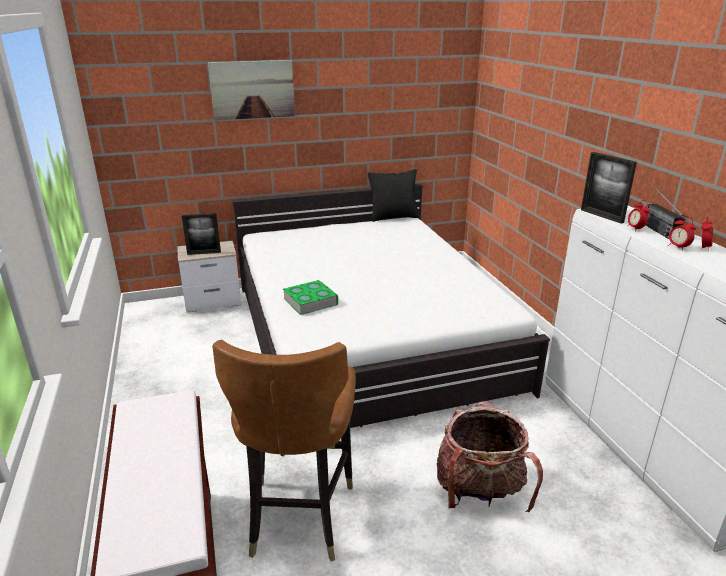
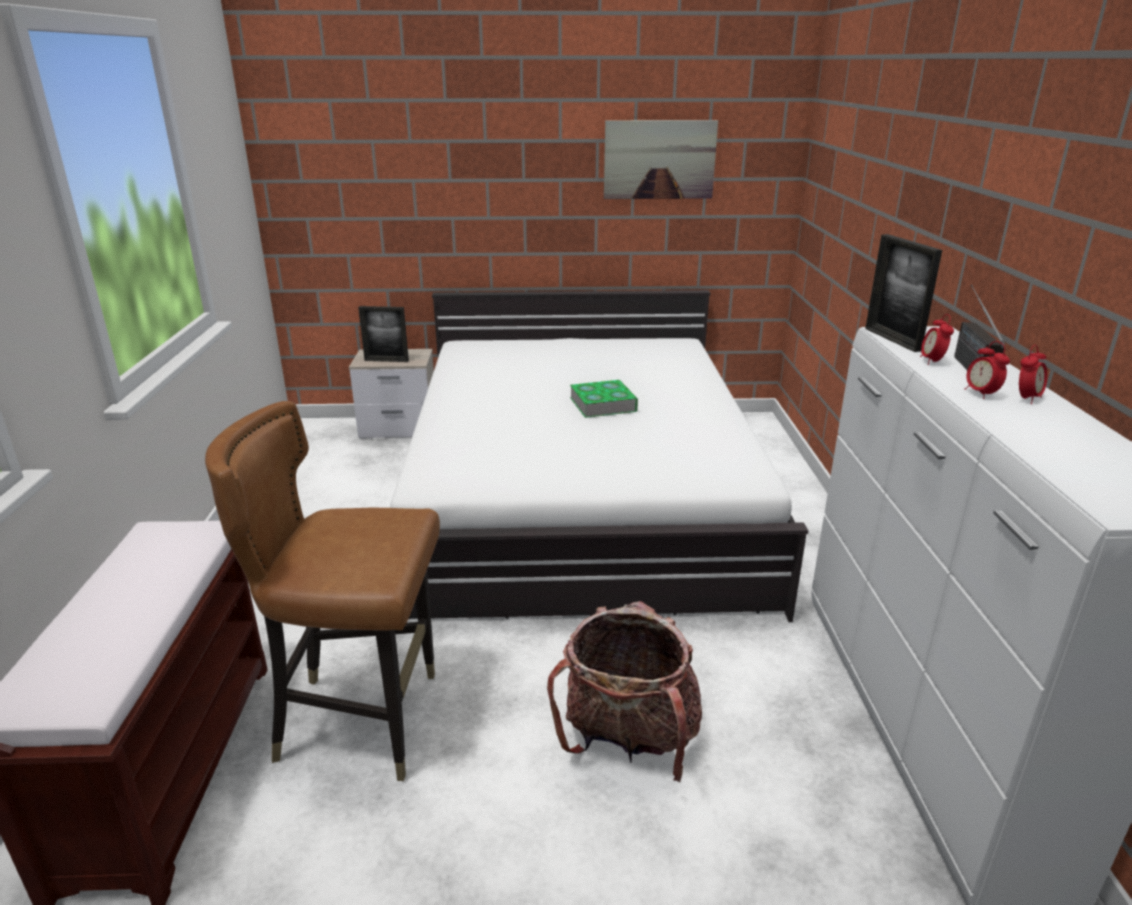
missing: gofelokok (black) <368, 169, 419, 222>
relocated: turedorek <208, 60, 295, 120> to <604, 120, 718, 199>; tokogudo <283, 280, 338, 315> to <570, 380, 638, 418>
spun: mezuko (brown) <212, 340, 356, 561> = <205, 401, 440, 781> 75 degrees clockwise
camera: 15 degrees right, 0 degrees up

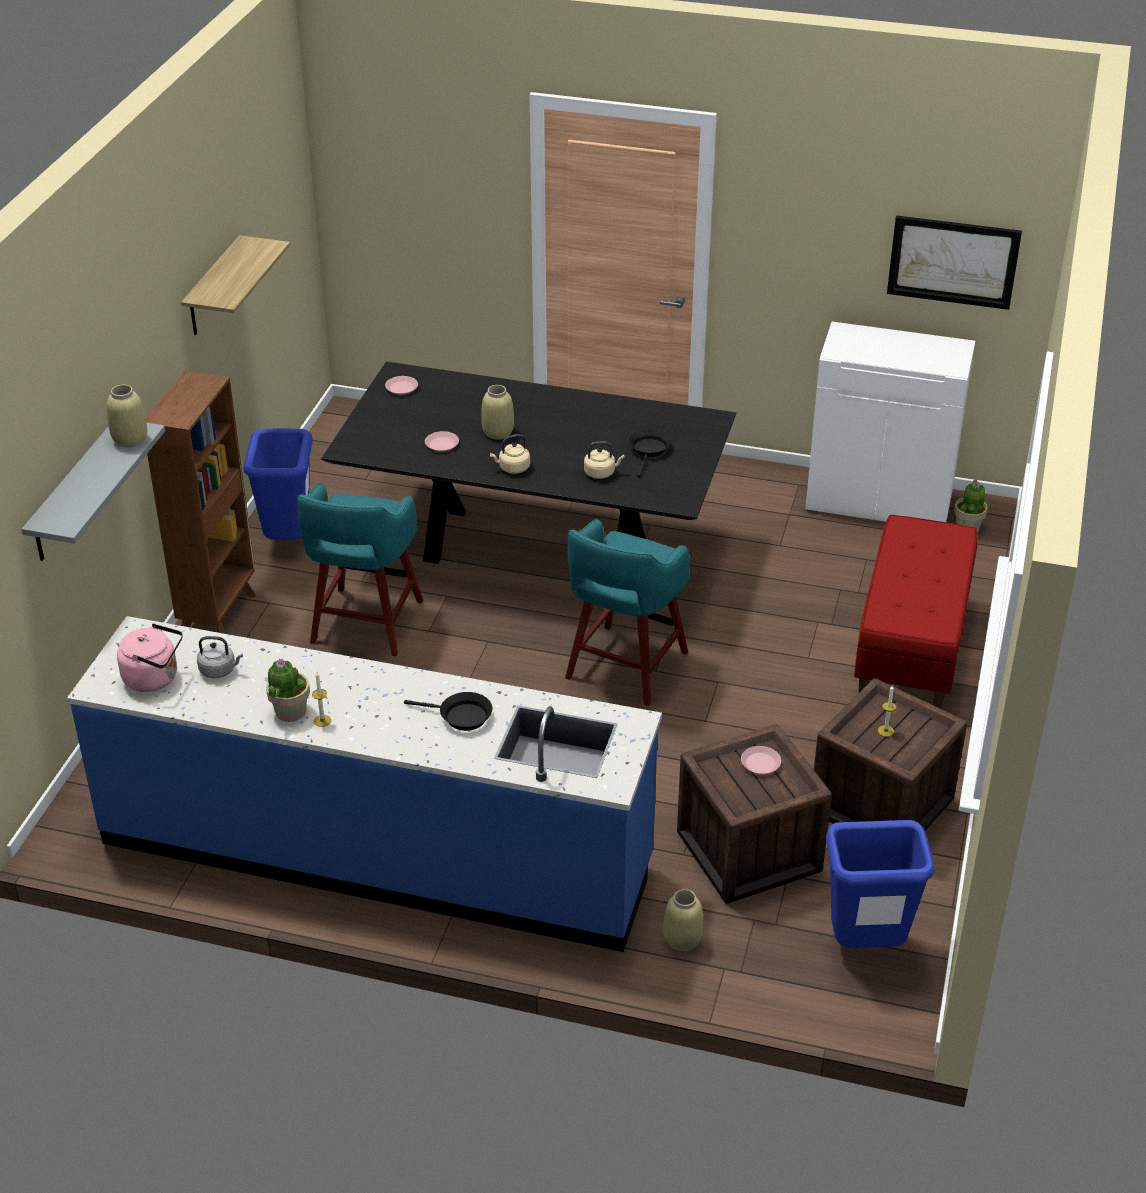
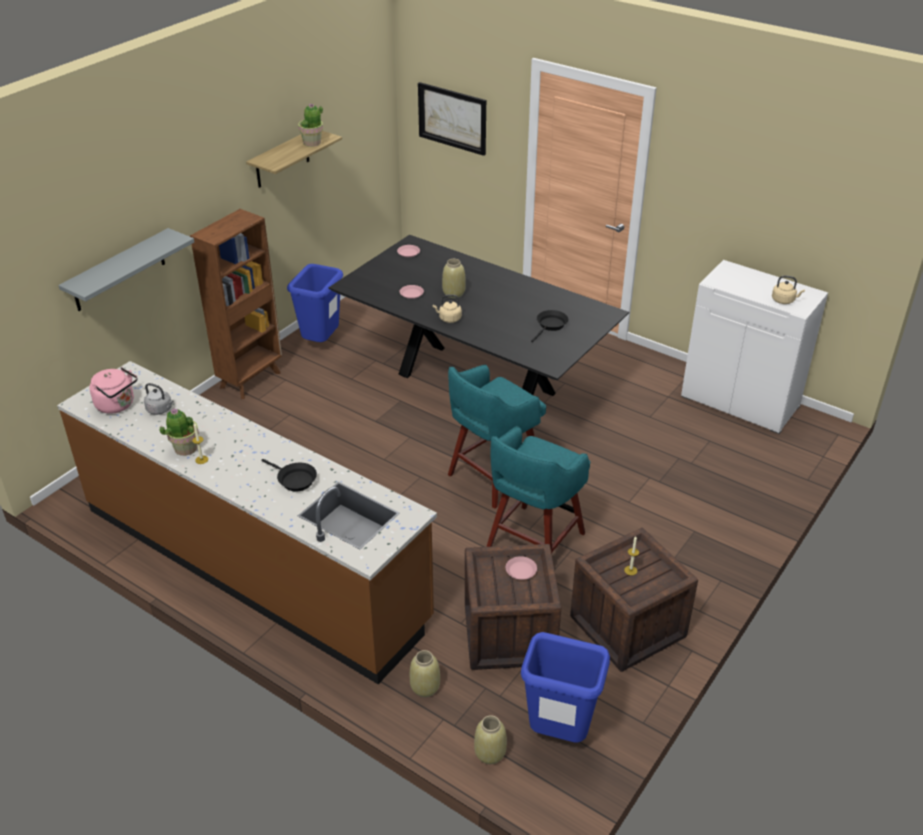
missing: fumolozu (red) <854, 515, 978, 709>
relocated: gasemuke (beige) <107, 385, 147, 447> to <474, 715, 507, 764>; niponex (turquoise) <297, 483, 423, 656> to <486, 426, 590, 553>; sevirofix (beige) <584, 441, 625, 479> to <772, 276, 805, 304>; turedorek <887, 215, 1022, 310> to <418, 82, 486, 156>; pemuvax <954, 479, 988, 532> to <298, 103, 323, 147>
colour: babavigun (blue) <67, 616, 662, 952> to babavigun (brown) <57, 361, 437, 684>
camera: 20 degrees right, 0 degrees up

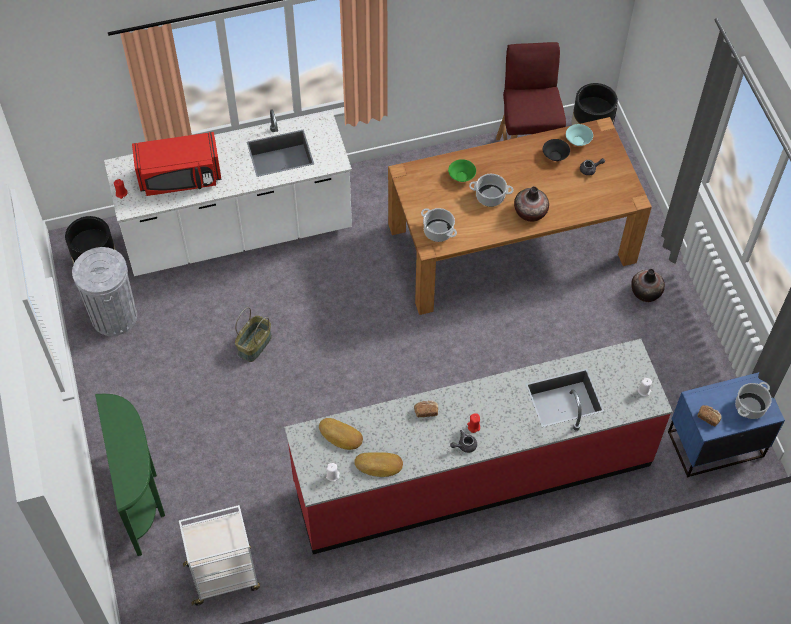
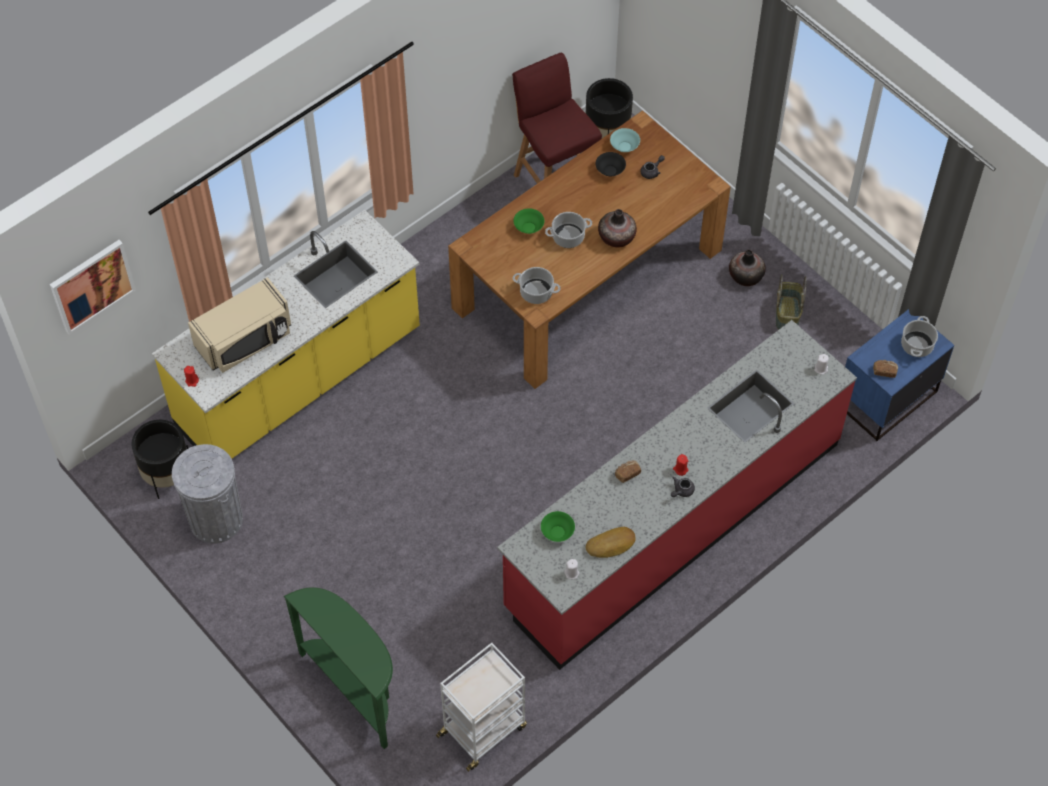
appeared: turedorek <50, 240, 136, 335>
relocated: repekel <235, 307, 272, 362> to <776, 274, 807, 330>
exchanged: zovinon <319, 418, 363, 450> to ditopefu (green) <541, 511, 575, 542>
colour: babavigun (white) <104, 109, 352, 276> to babavigun (yellow) <152, 210, 420, 459>; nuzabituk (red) <132, 132, 221, 196> to nuzabituk (beige) <188, 277, 291, 373>
camera: 25 degrees left, 0 degrees up

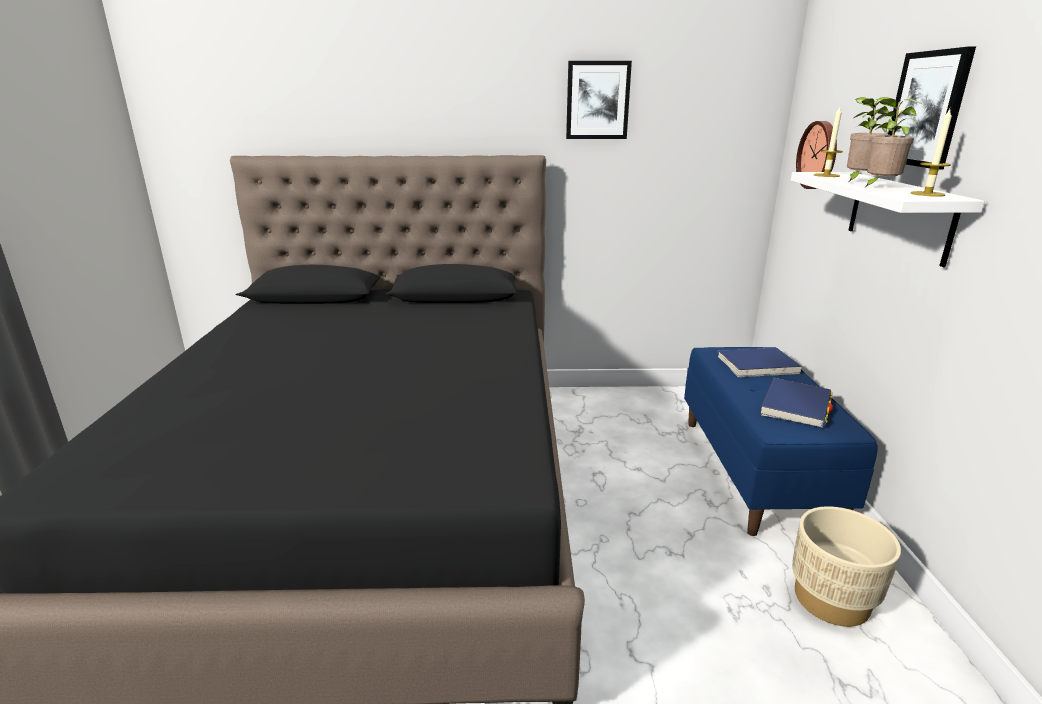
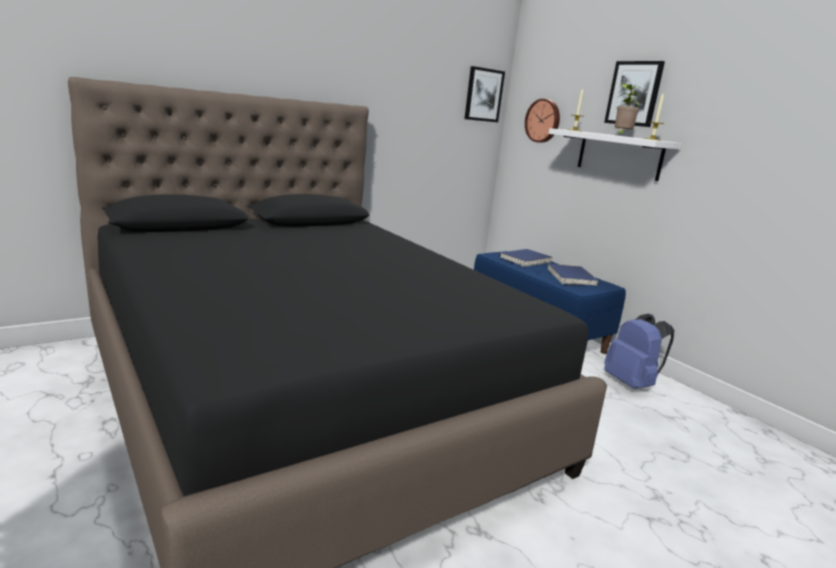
missing: pemuvax <847, 97, 892, 181>
relocated: turedorek <566, 61, 632, 139> to <464, 66, 505, 122>
exchanged: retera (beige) <792, 506, 901, 627> to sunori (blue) <604, 313, 674, 389>
camera: 35 degrees left, 5 degrees down

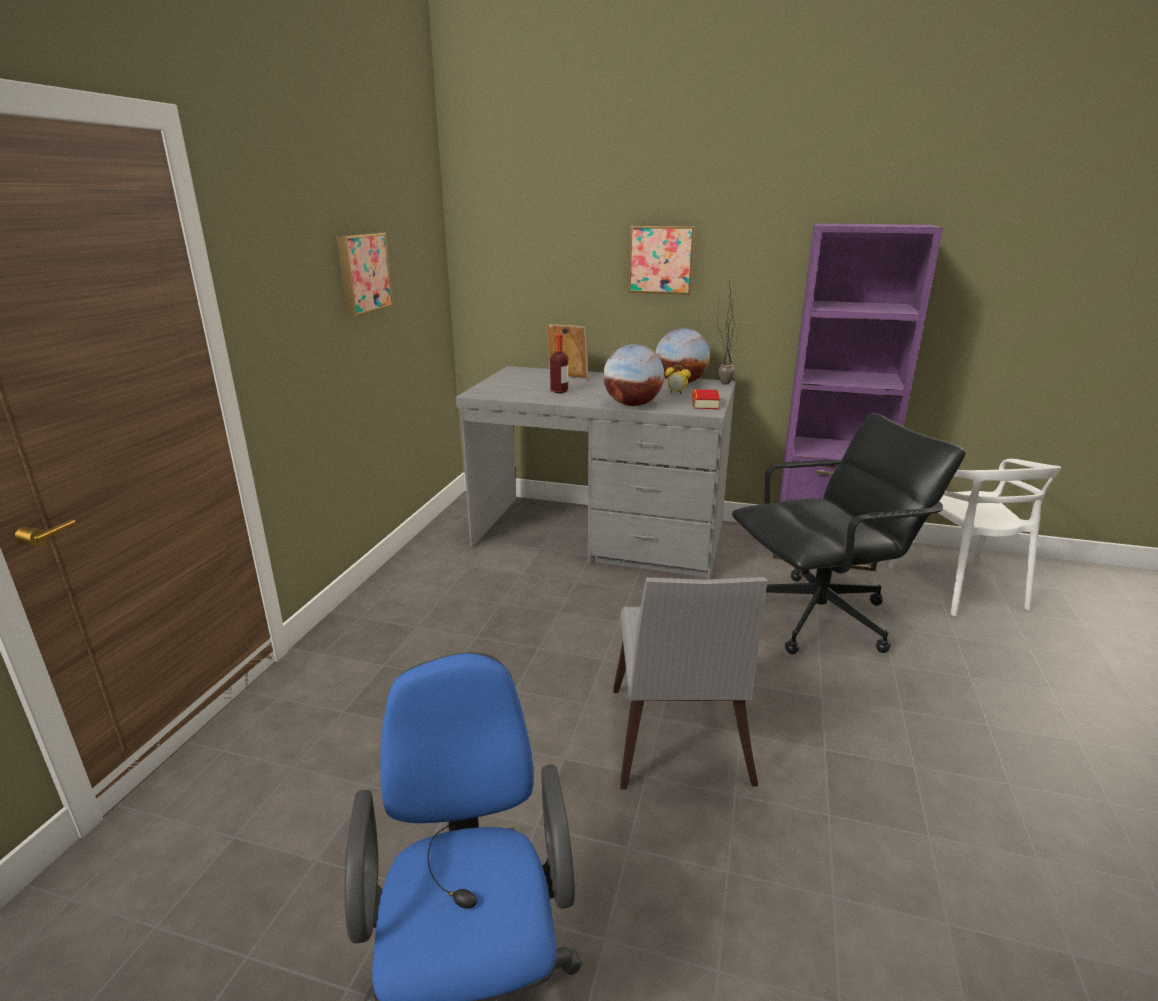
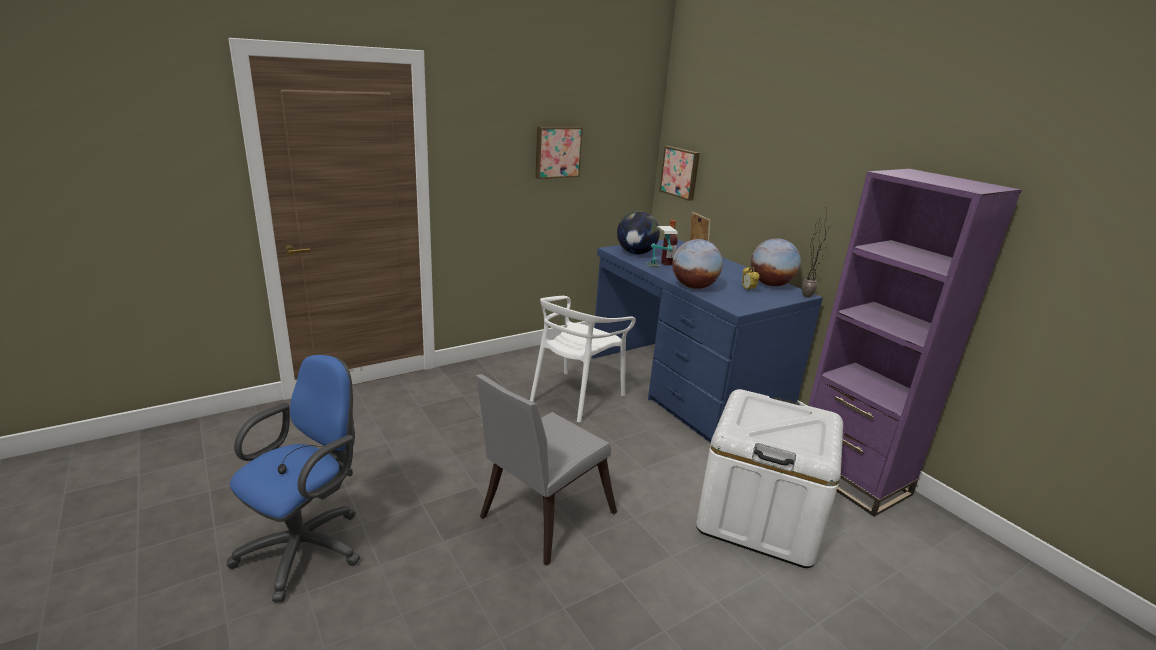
missing: tokogudo <692, 389, 720, 409>
appeared: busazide <617, 211, 660, 254>; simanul <647, 226, 678, 267>
relocated: turedorek <628, 225, 696, 295> to <659, 146, 700, 201>; mezuko (white) <888, 459, 1061, 616> to <530, 296, 636, 423>
exchanged: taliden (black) <732, 413, 966, 654> to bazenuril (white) <696, 389, 843, 568>
colour: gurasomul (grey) <456, 366, 735, 580> to gurasomul (blue) <592, 239, 823, 443>
camera: 40 degrees right, 0 degrees up

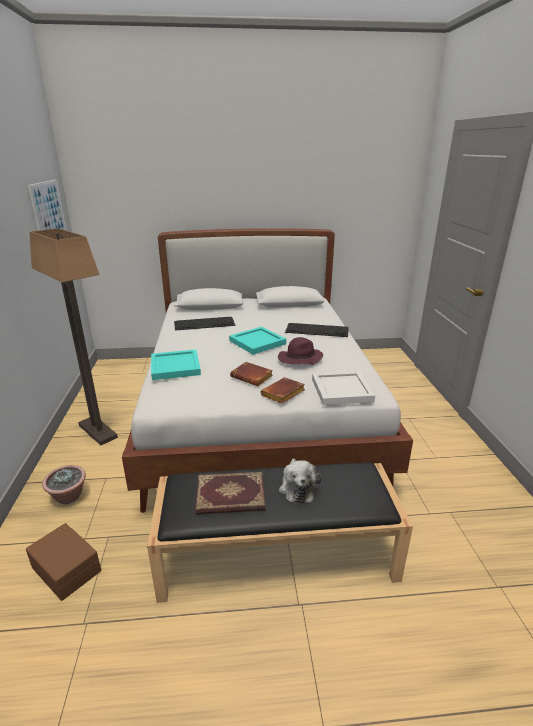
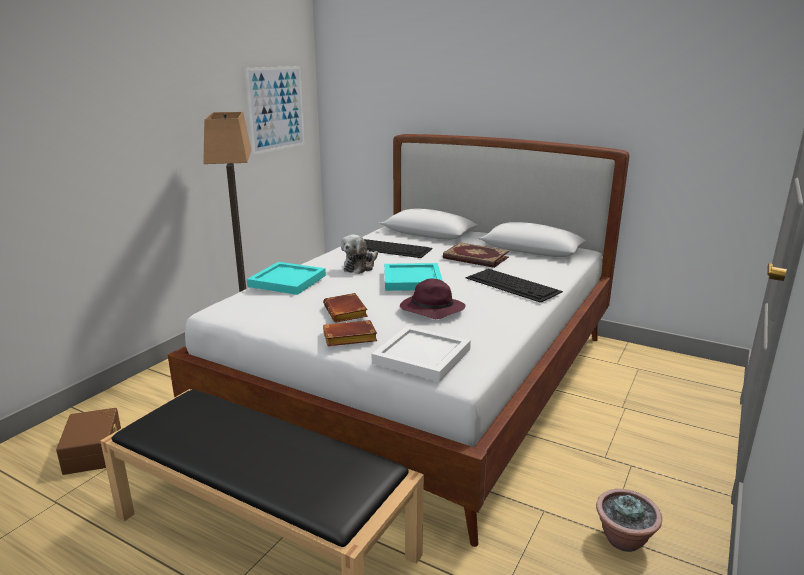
relocated: pemuvax <42, 465, 86, 504> to <596, 489, 662, 552>; tokogudo <195, 472, 266, 514> to <443, 242, 509, 268>; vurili <279, 459, 321, 504> to <341, 234, 378, 274>
camera: 35 degrees right, 5 degrees down

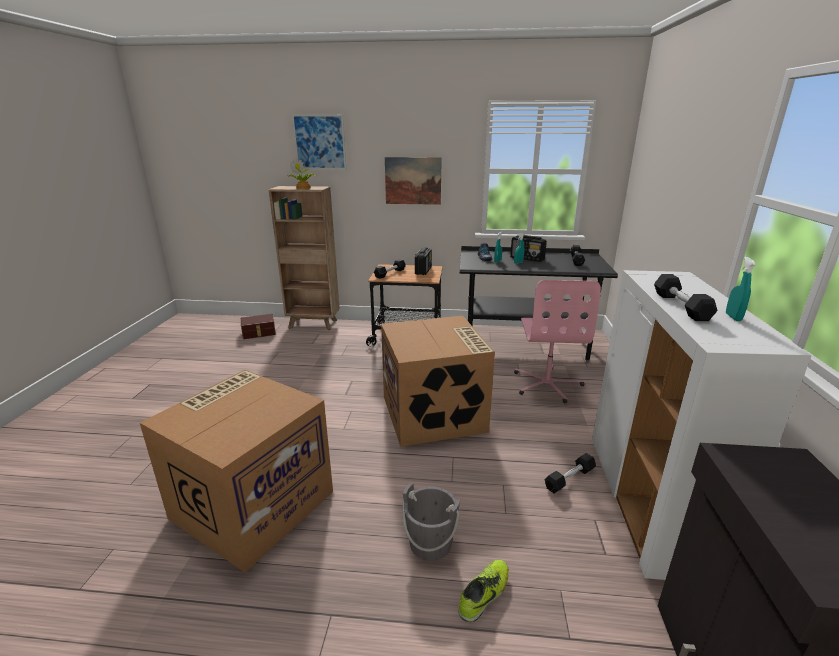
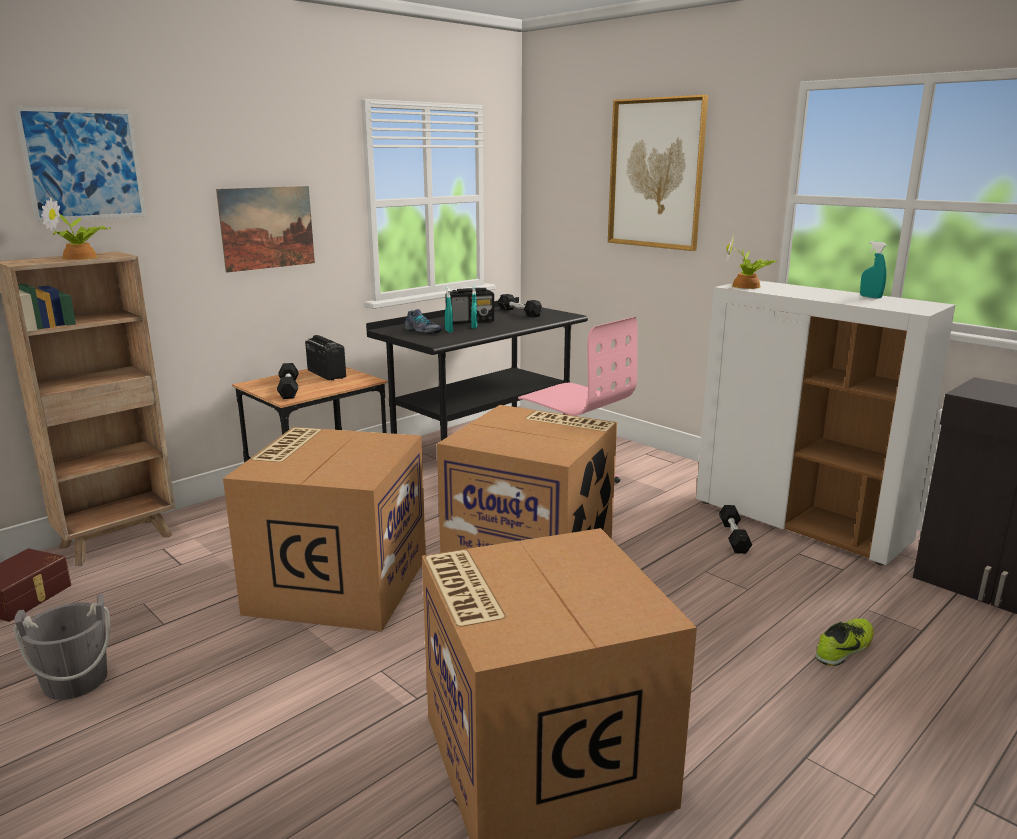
missing: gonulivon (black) <654, 274, 718, 321>
appeared: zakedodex <223, 427, 426, 632>; turedorek <608, 95, 708, 251>; pemuvax <726, 234, 777, 289>
relocated: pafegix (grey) <402, 483, 460, 561> to <14, 594, 110, 700>
spun: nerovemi <458, 560, 509, 622> = <815, 618, 874, 666> 60 degrees clockwise
camera: 50 degrees left, 5 degrees down

